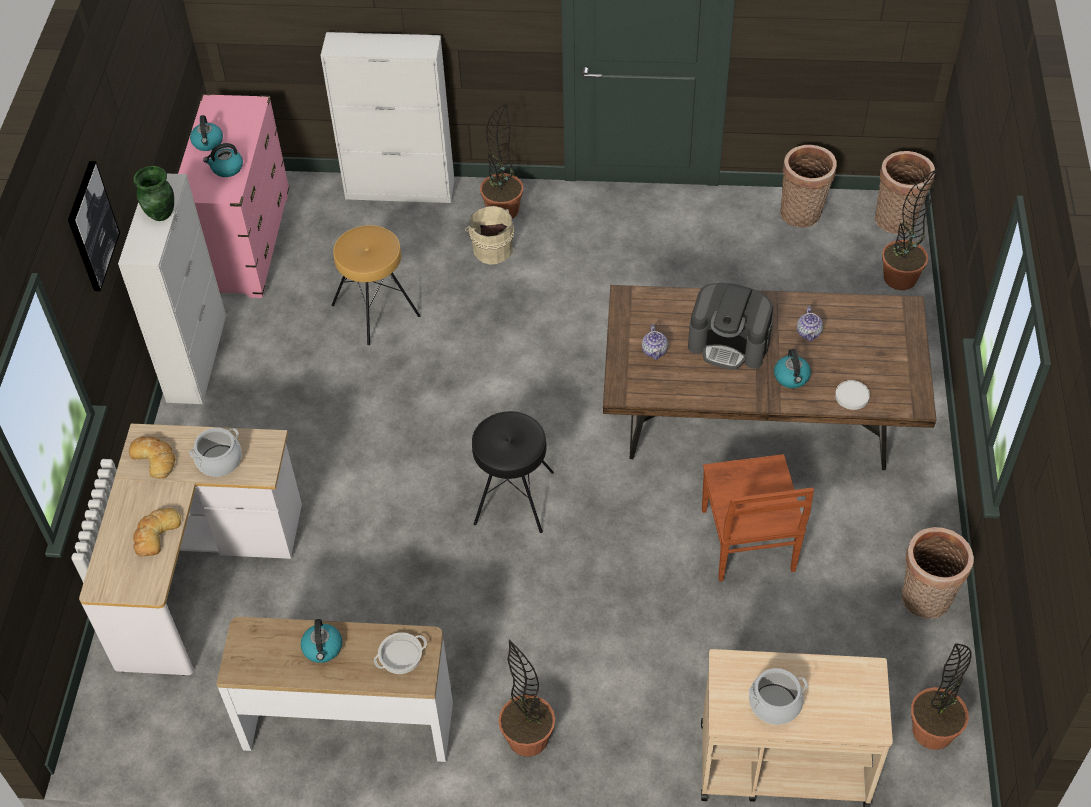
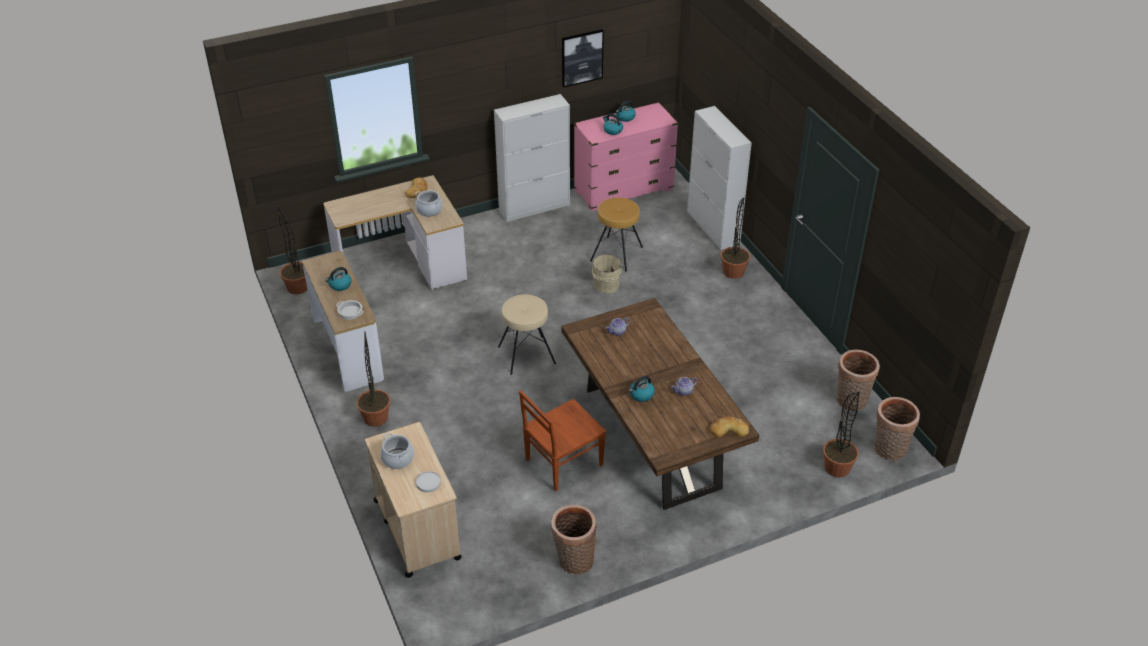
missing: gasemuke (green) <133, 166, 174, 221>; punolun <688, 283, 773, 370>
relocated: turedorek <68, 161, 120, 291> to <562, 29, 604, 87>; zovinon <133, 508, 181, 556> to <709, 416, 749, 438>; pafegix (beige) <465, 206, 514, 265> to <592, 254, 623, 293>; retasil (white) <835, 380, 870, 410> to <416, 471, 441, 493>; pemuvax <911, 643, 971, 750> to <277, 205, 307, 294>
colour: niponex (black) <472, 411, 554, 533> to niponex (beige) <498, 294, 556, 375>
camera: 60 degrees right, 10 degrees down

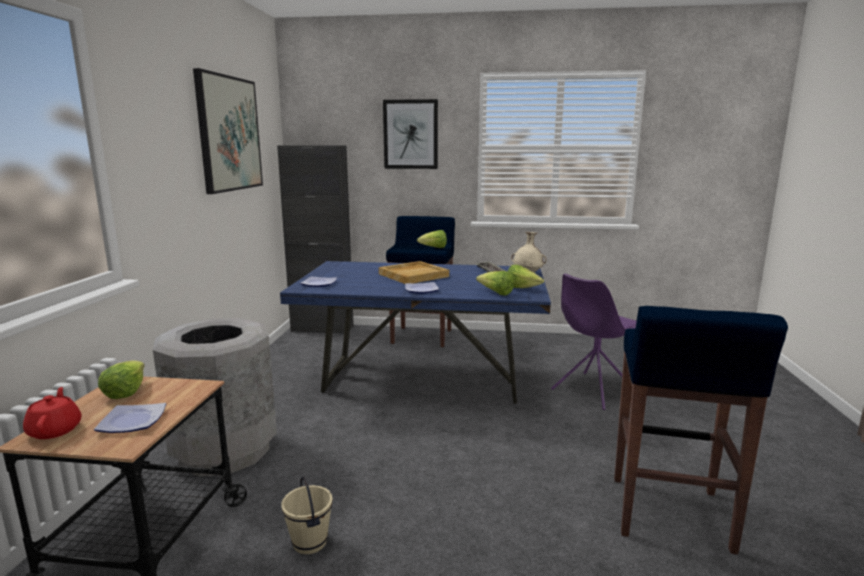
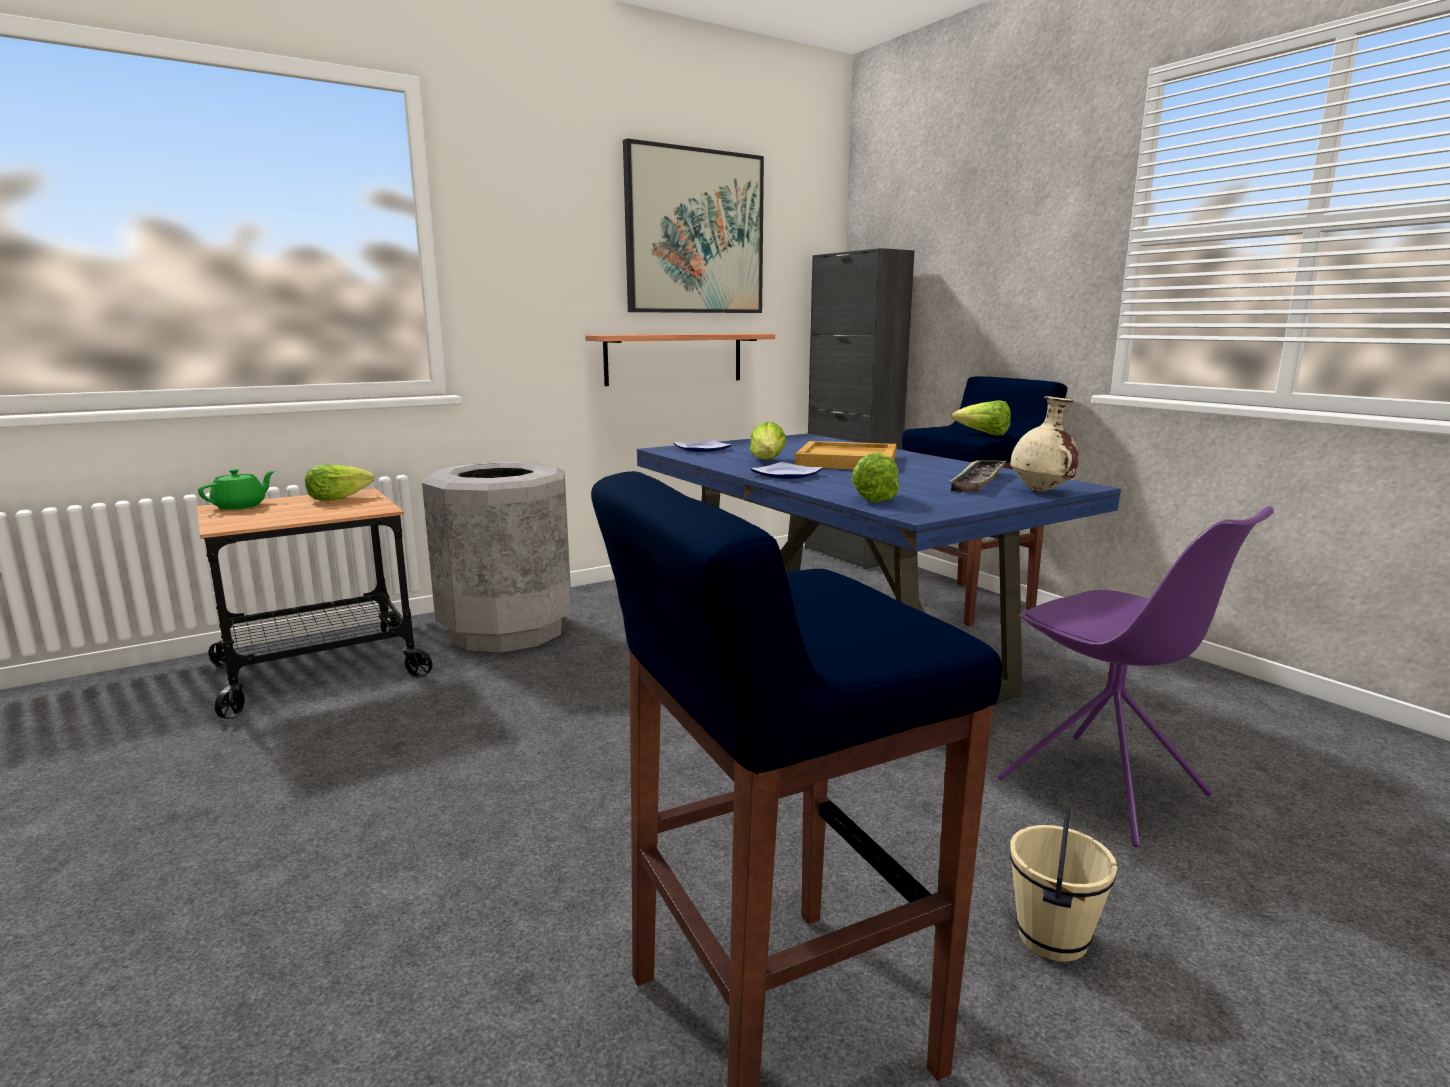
missing: retasil <94, 403, 166, 433>; turedorek <383, 99, 438, 169>
appeared: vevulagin <585, 334, 775, 386>
relocated: pafegix (beige) <281, 477, 333, 554> to <1010, 807, 1118, 962>; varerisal <507, 265, 544, 288> to <750, 421, 786, 460>
colour: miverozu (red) <23, 387, 81, 439> to miverozu (green) <198, 469, 275, 510>
spun: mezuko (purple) <551, 274, 636, 410> = <997, 506, 1274, 847> 135 degrees counterclockwise
camera: 50 degrees right, 0 degrees up

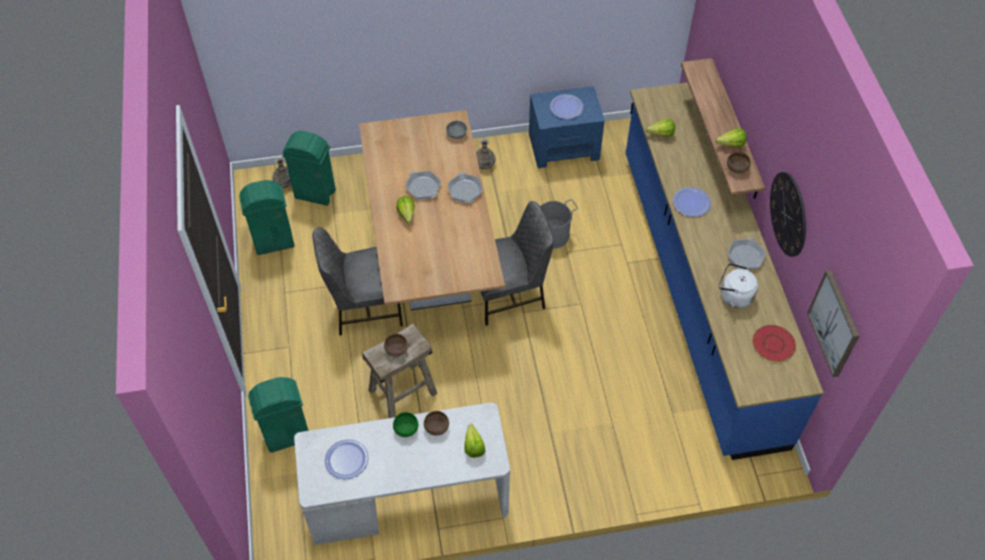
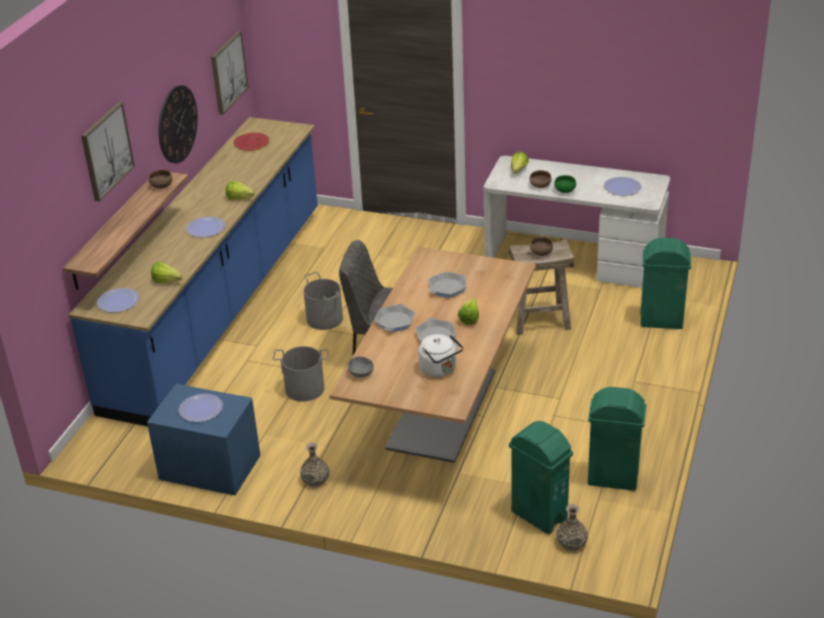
missing: mezuko (grey) <312, 227, 403, 336>
appeared: turedorek <81, 102, 135, 202>; retasil <97, 288, 139, 313>; pafegix (grey) <303, 272, 343, 330>
relocated: varerisal <715, 128, 747, 147> to <226, 181, 255, 200>; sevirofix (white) <719, 263, 758, 308> to <418, 334, 463, 377>; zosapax <728, 238, 766, 269> to <429, 272, 467, 298>
camera: 150 degrees left, 20 degrees down

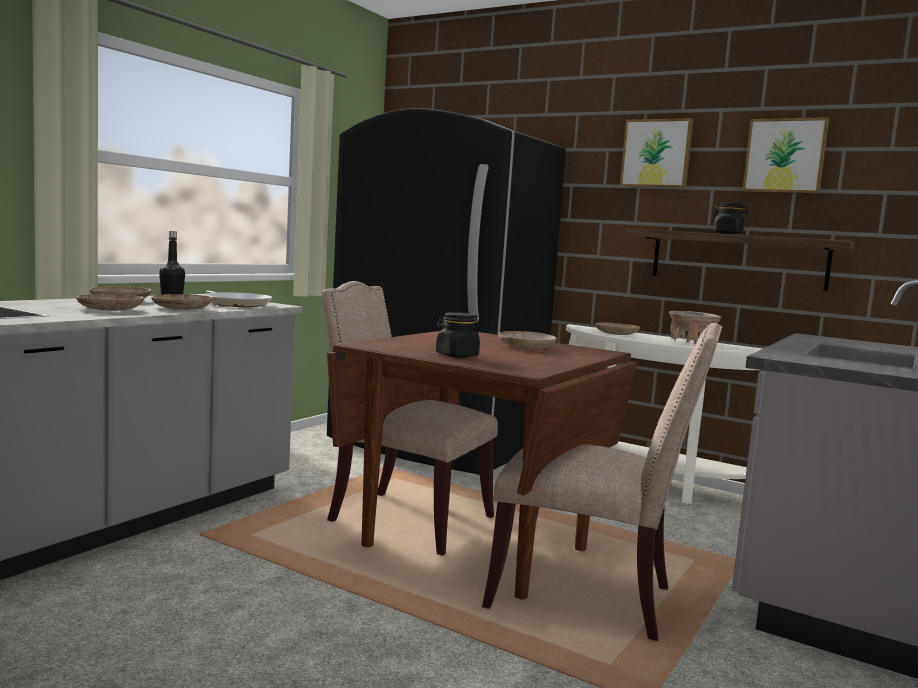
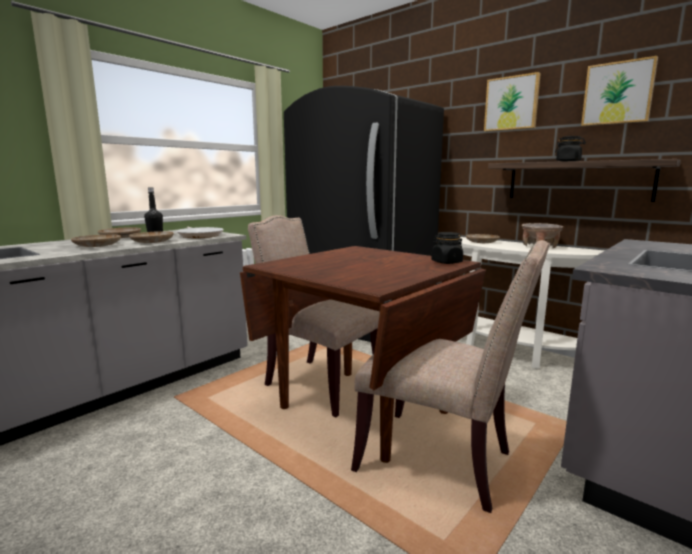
missing: retasil (beige) <499, 331, 557, 349>
relocated: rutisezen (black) <436, 312, 480, 357> to <431, 232, 463, 264>
camera: 10 degrees right, 5 degrees up

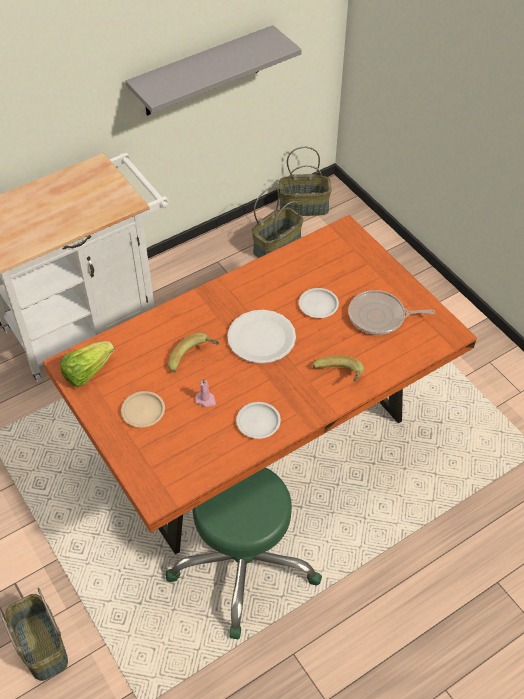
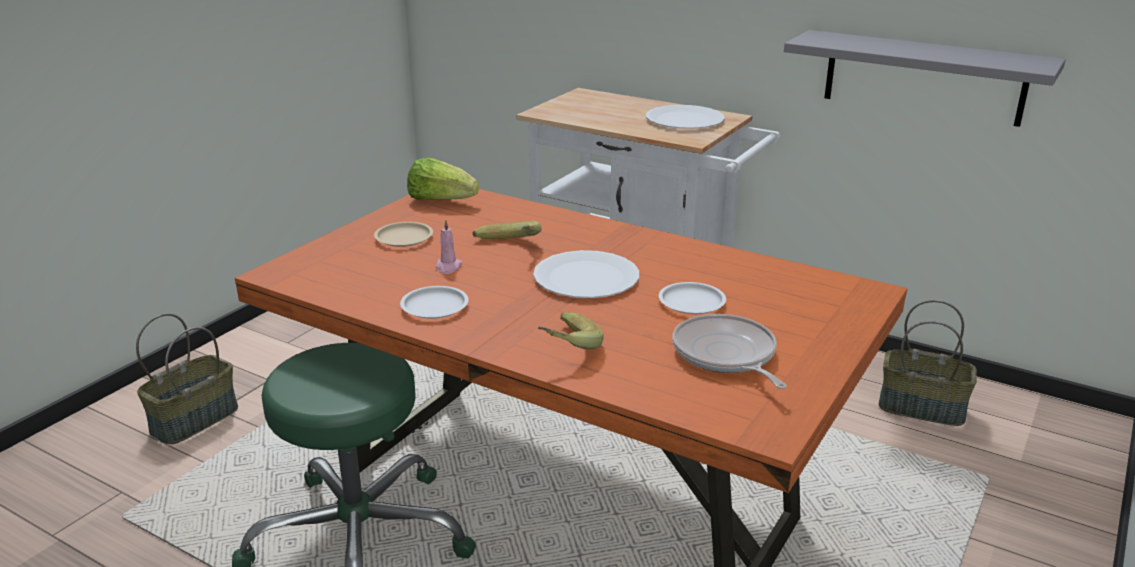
missing: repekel <279, 147, 332, 216>
appeared: retasil (white) <646, 105, 725, 129>
camera: 65 degrees right, 25 degrees down

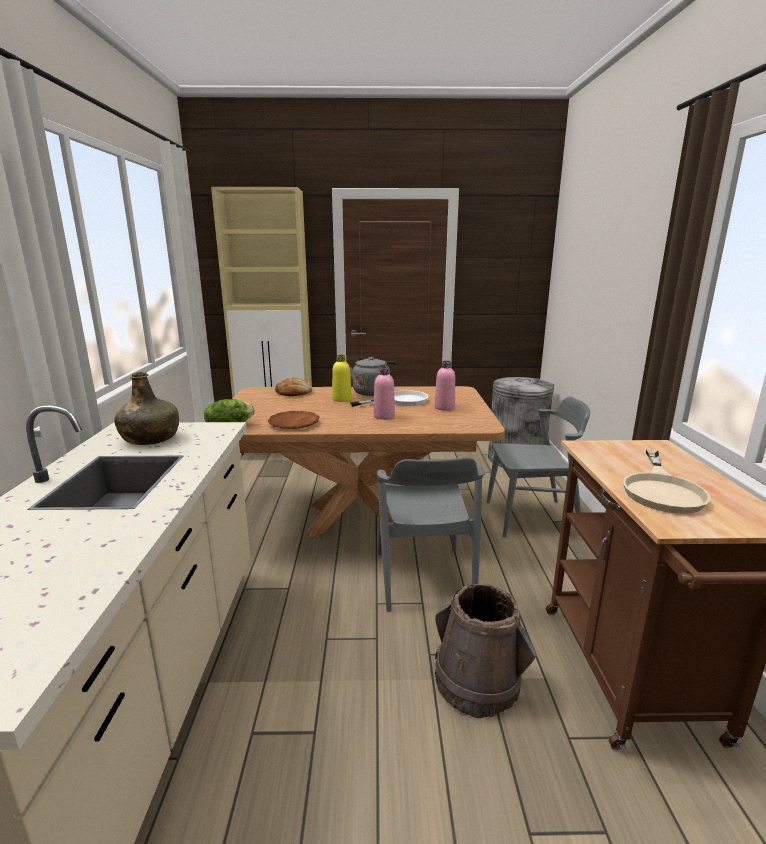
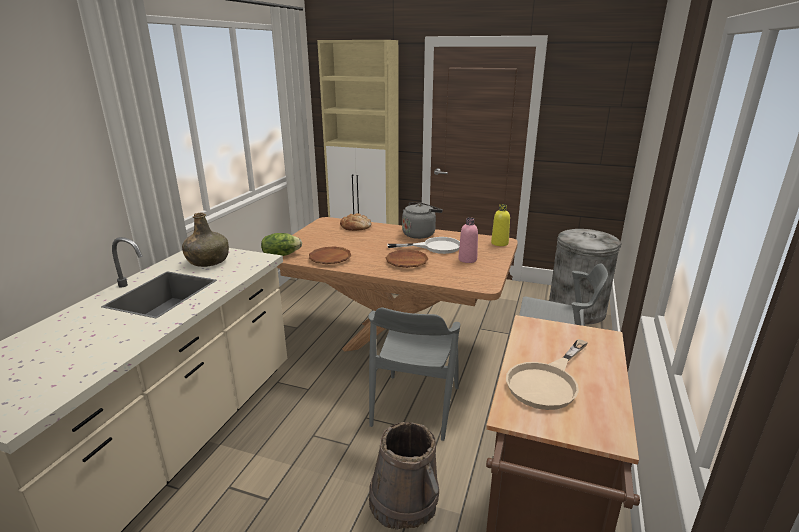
relocated: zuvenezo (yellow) <332, 355, 352, 402> to <491, 204, 510, 246>
exchanged: zuvenezo (pink) <374, 367, 395, 420> to retasil (brown) <385, 249, 429, 268>
camera: 20 degrees right, 5 degrees up

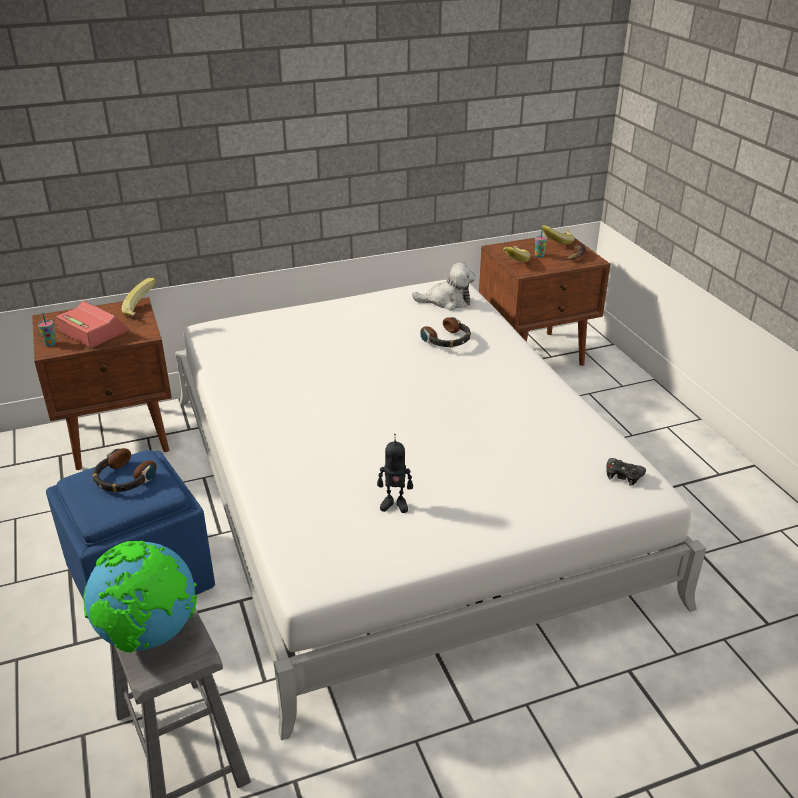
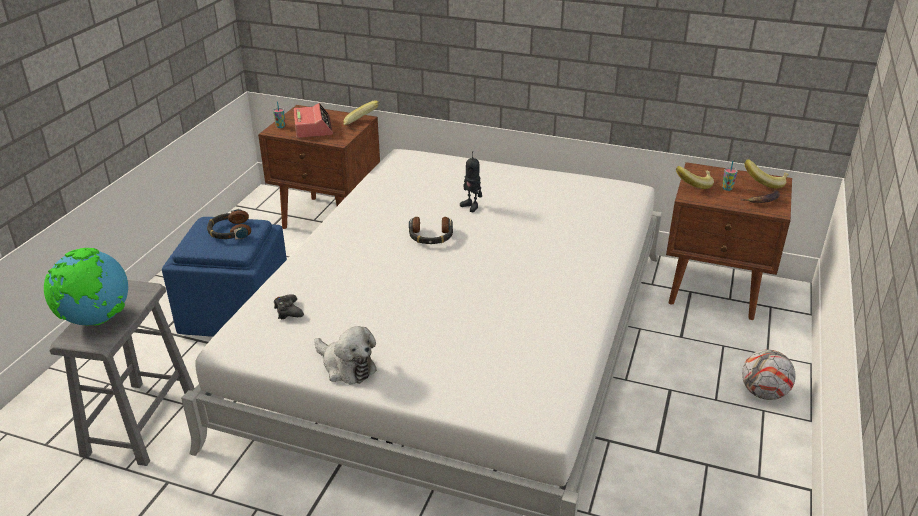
appeared: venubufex <742, 349, 796, 400>
relocated: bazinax <377, 434, 413, 513> to <460, 151, 482, 212>; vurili <412, 262, 476, 311> to <314, 326, 377, 384>; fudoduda <420, 317, 471, 347> to <409, 217, 453, 244>; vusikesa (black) <606, 458, 646, 486> to <274, 294, 304, 319>
camera: 40 degrees right, 0 degrees up

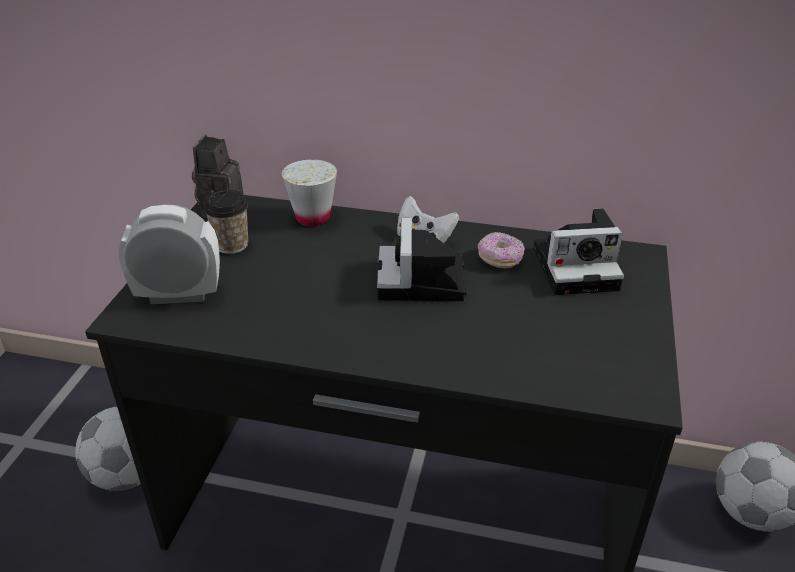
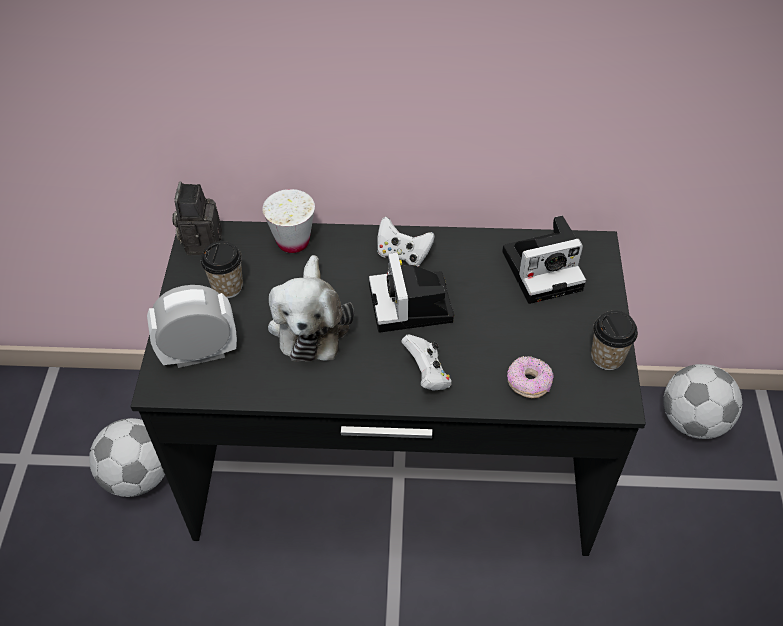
appeared: vurili <268, 255, 354, 362>; vusikesa (white) <401, 334, 452, 391>; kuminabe <591, 311, 638, 370>
relocated: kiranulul <478, 232, 525, 268> to <507, 356, 554, 398>
camera: 10 degrees left, 15 degrees up

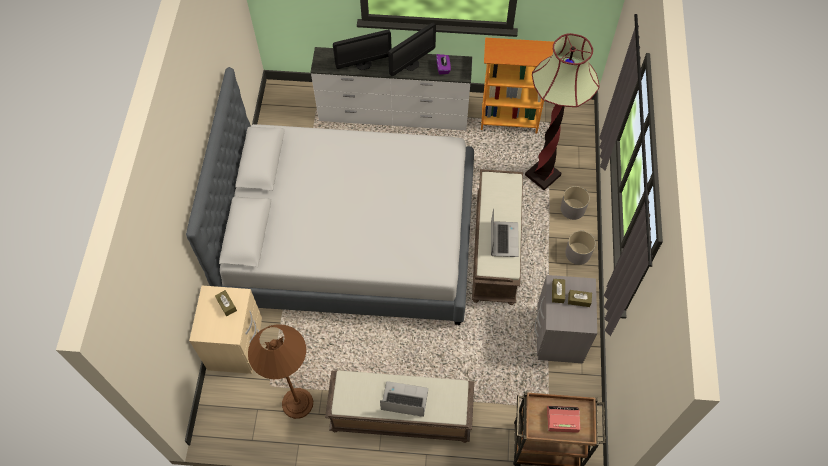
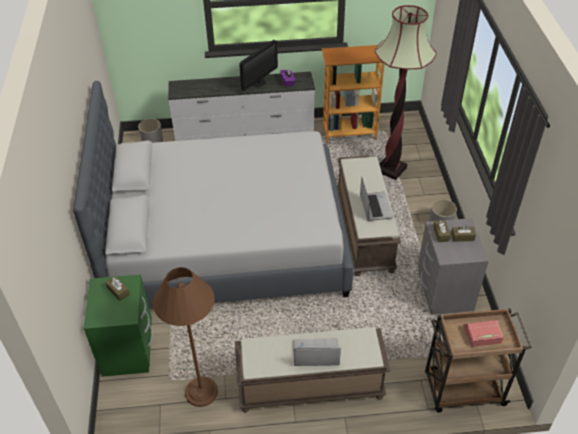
missing: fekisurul <333, 30, 392, 70>
relocated: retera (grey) <561, 186, 590, 220> to <138, 118, 163, 143>
colour: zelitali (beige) <189, 286, 262, 374> to zelitali (green) <84, 274, 153, 377>
camera: 10 degrees left, 15 degrees down

